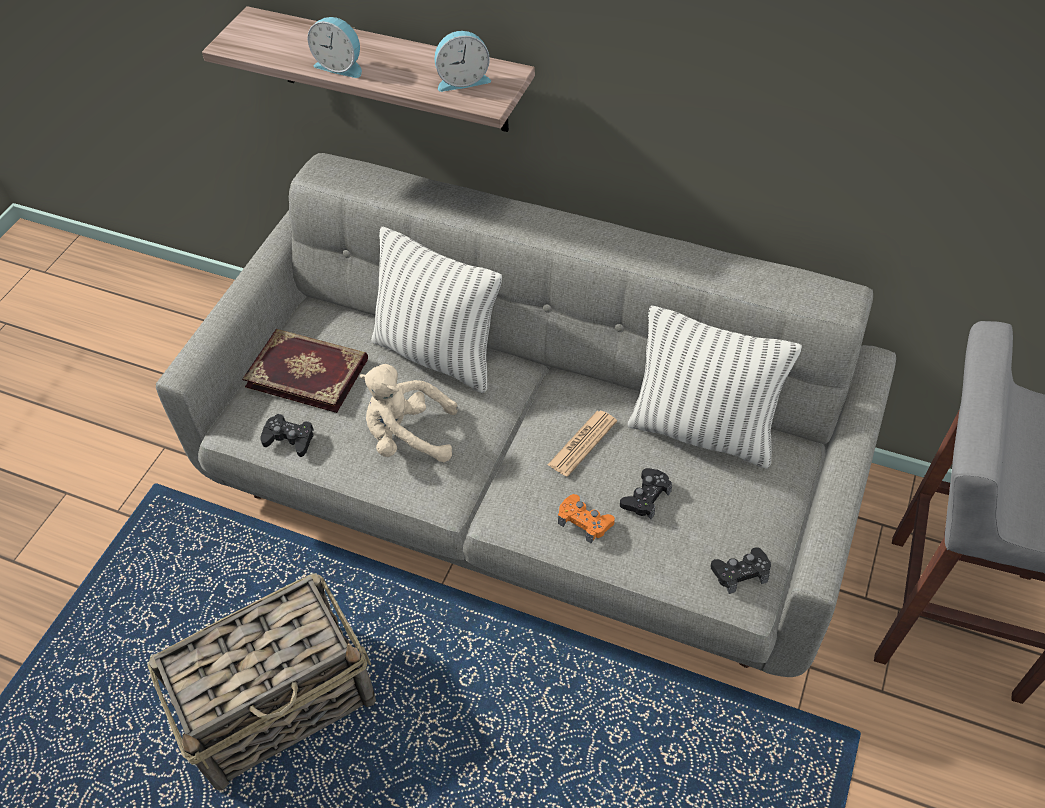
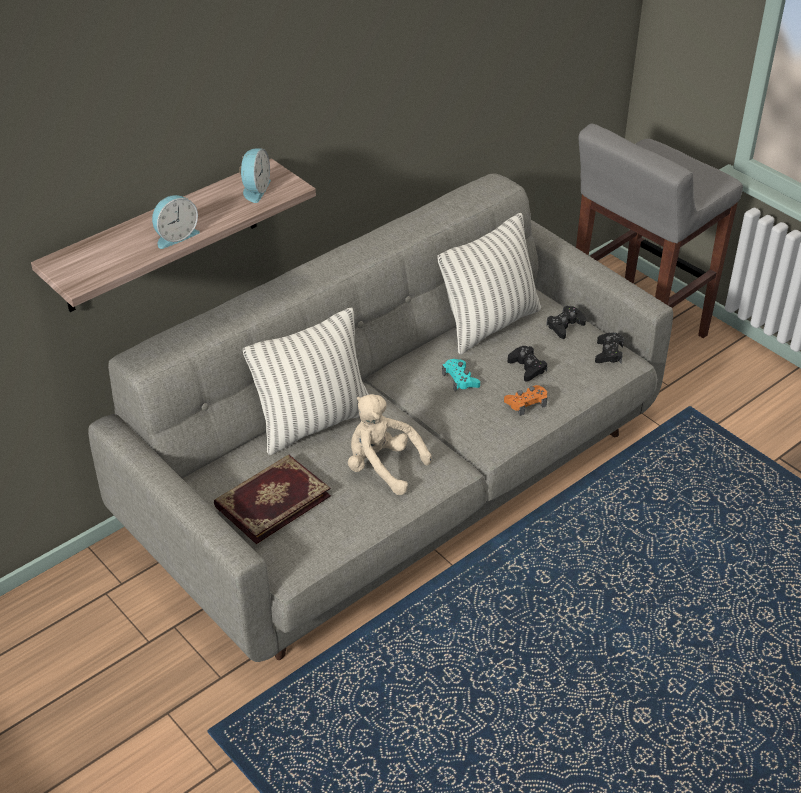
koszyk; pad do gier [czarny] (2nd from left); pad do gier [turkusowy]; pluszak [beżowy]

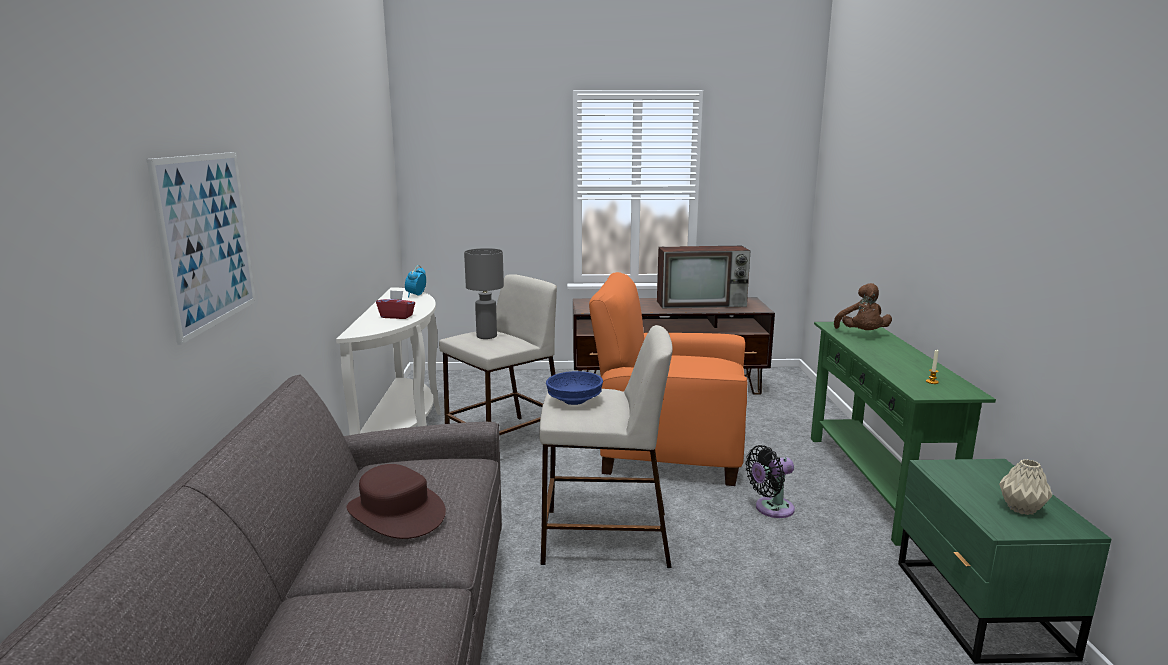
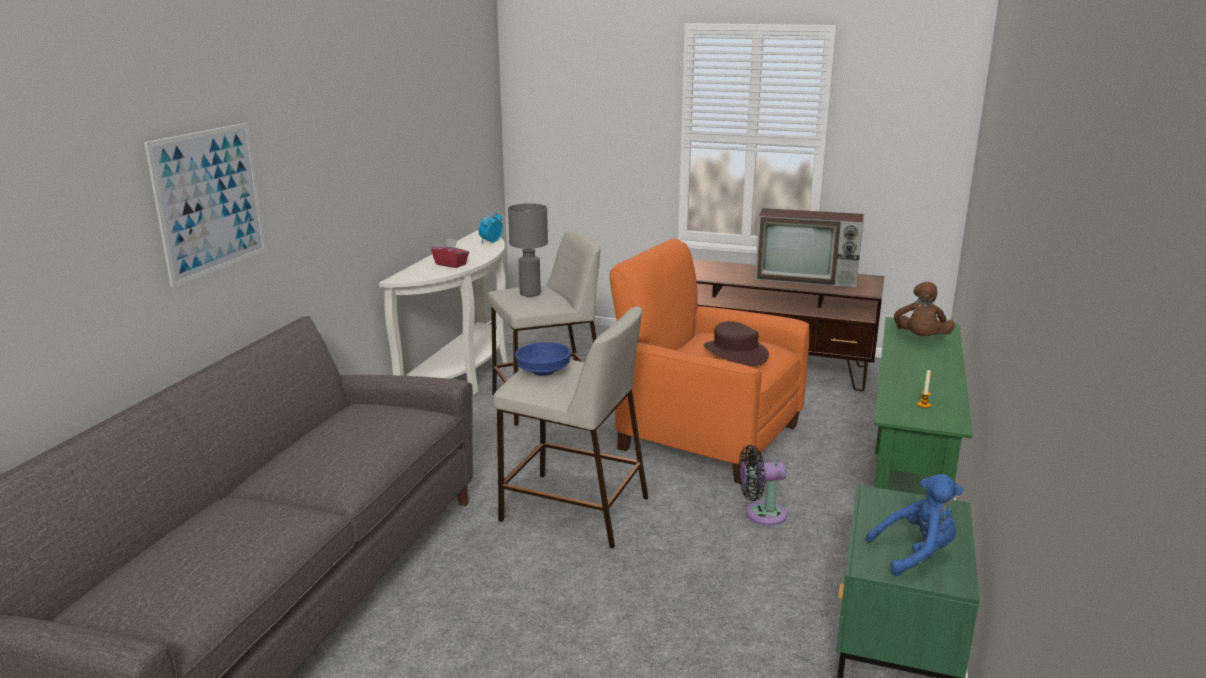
kapelusz [brązowy]; pluszak [niebieski]

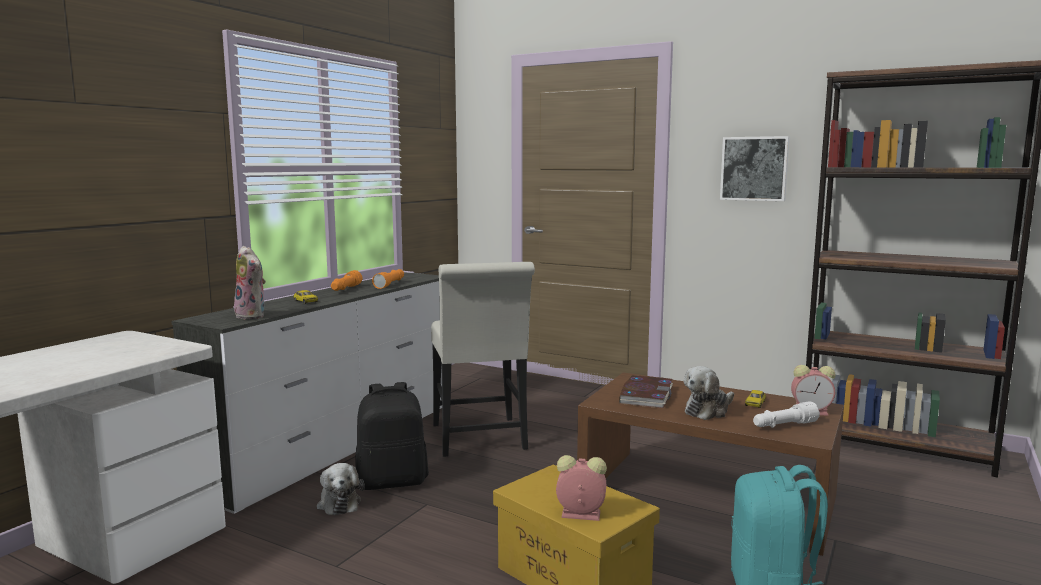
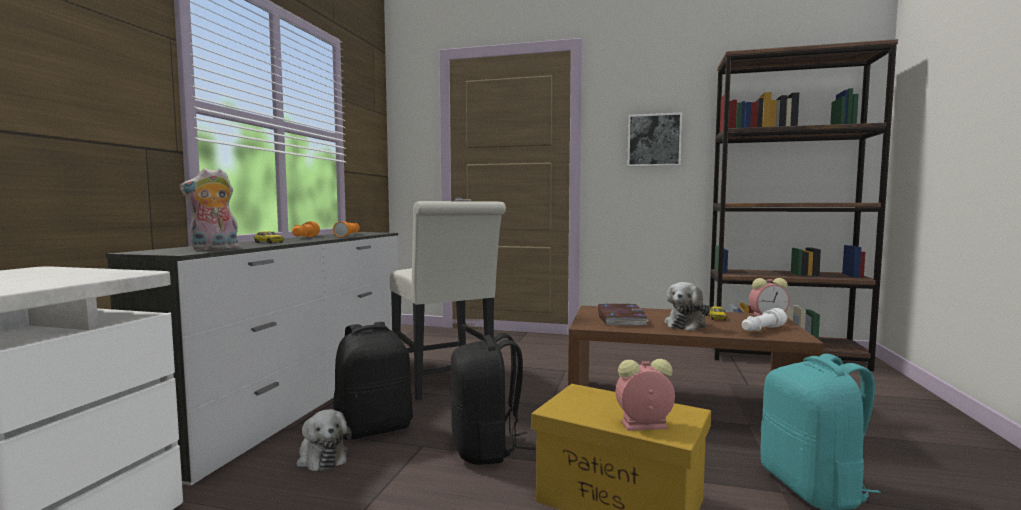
plecak [czarny] (2nd from left); pluszak (1st from left)

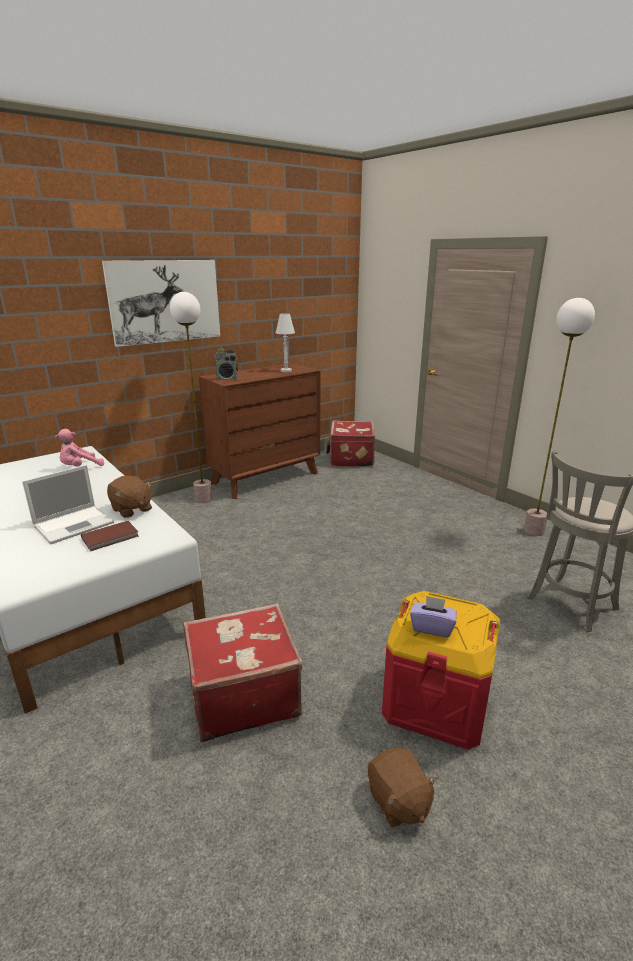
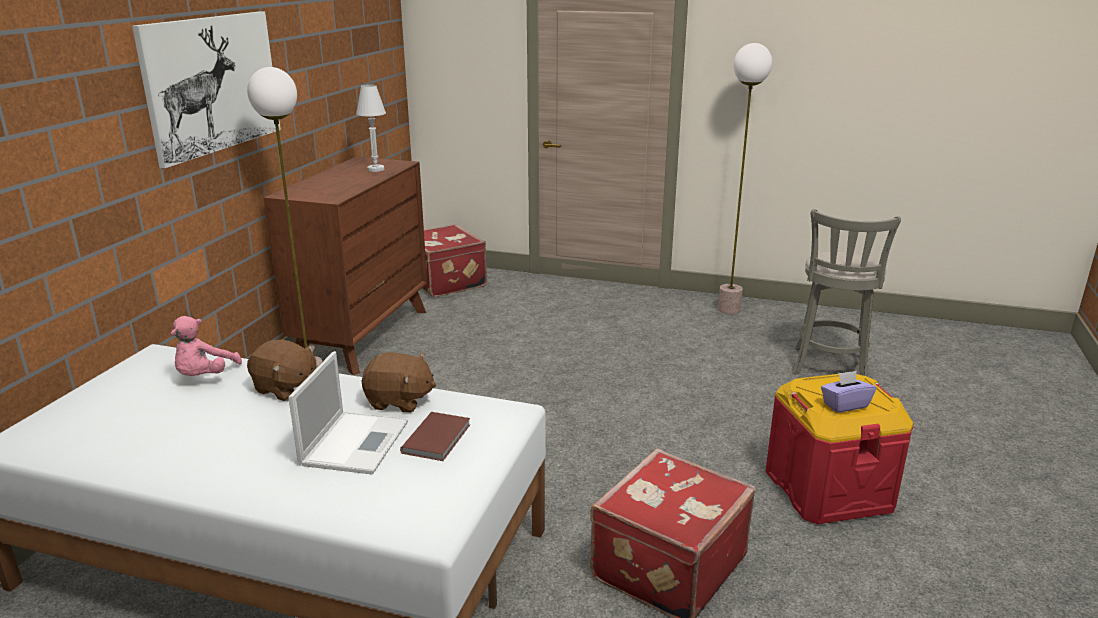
radio; pluszak [brązowy] (1st from left)

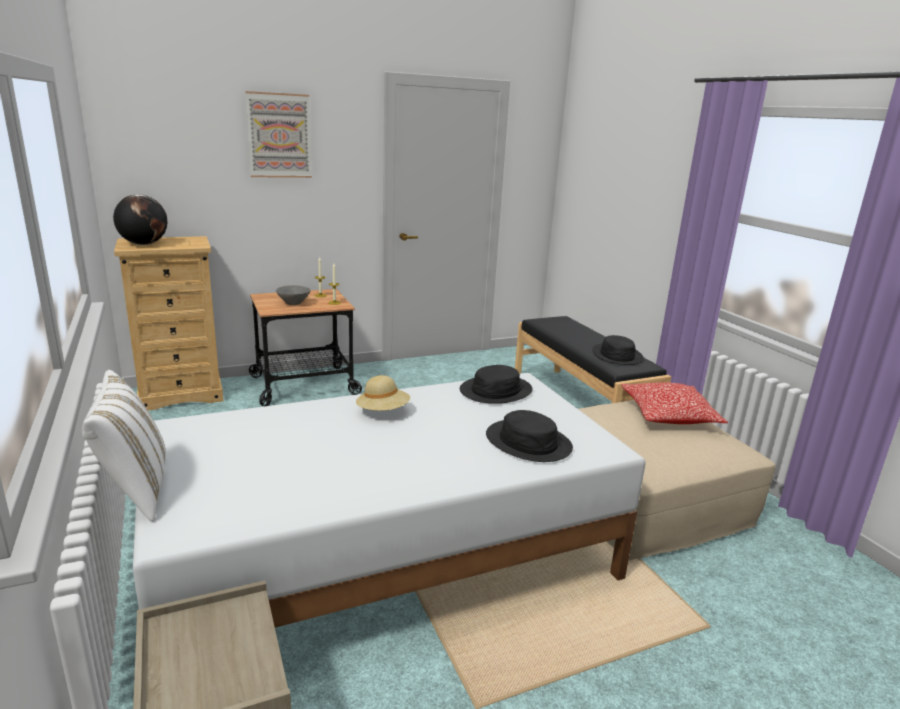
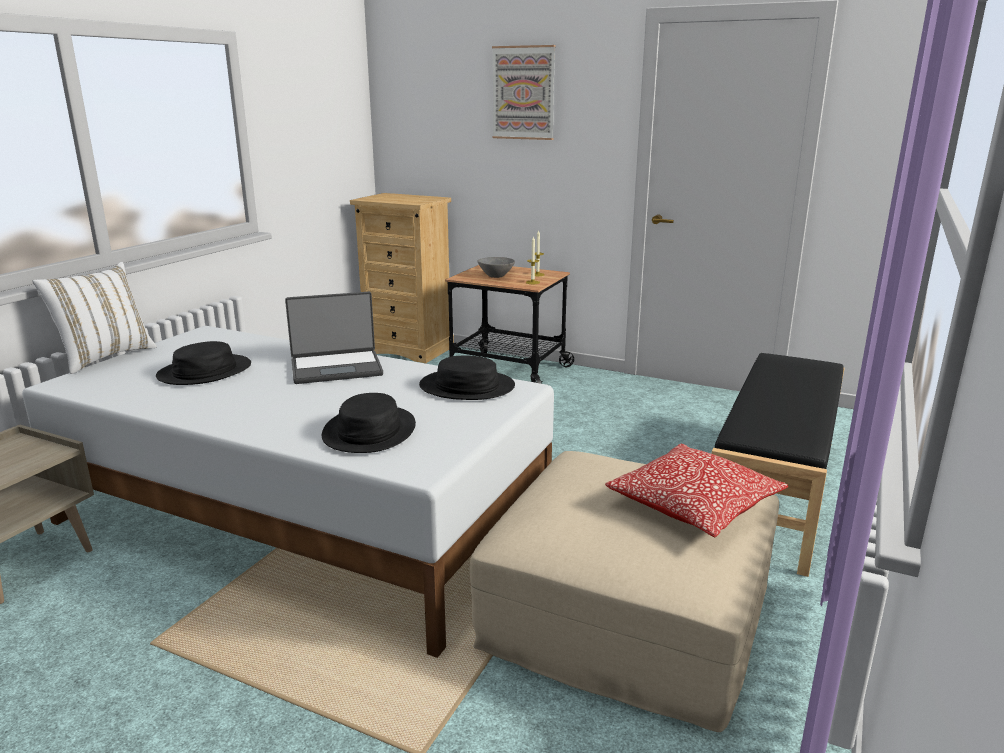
globus; kapelusz [czarny] (1st from left); laptop

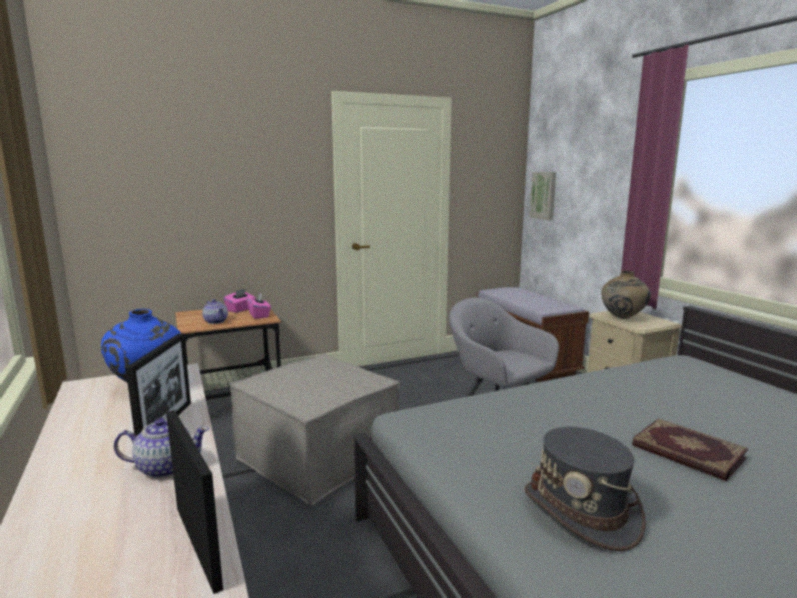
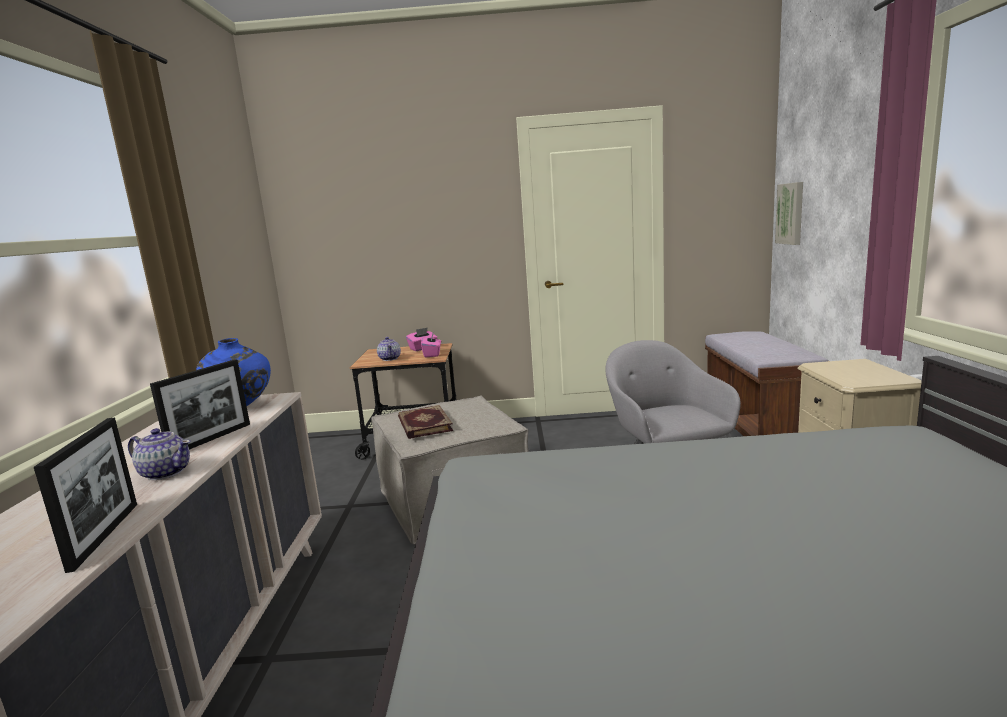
kapelusz [szary]; wazon [beżowy]; książka

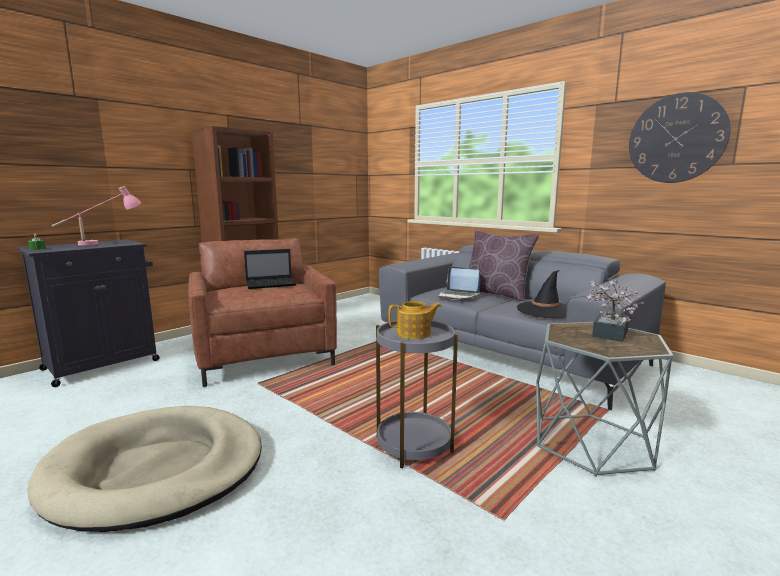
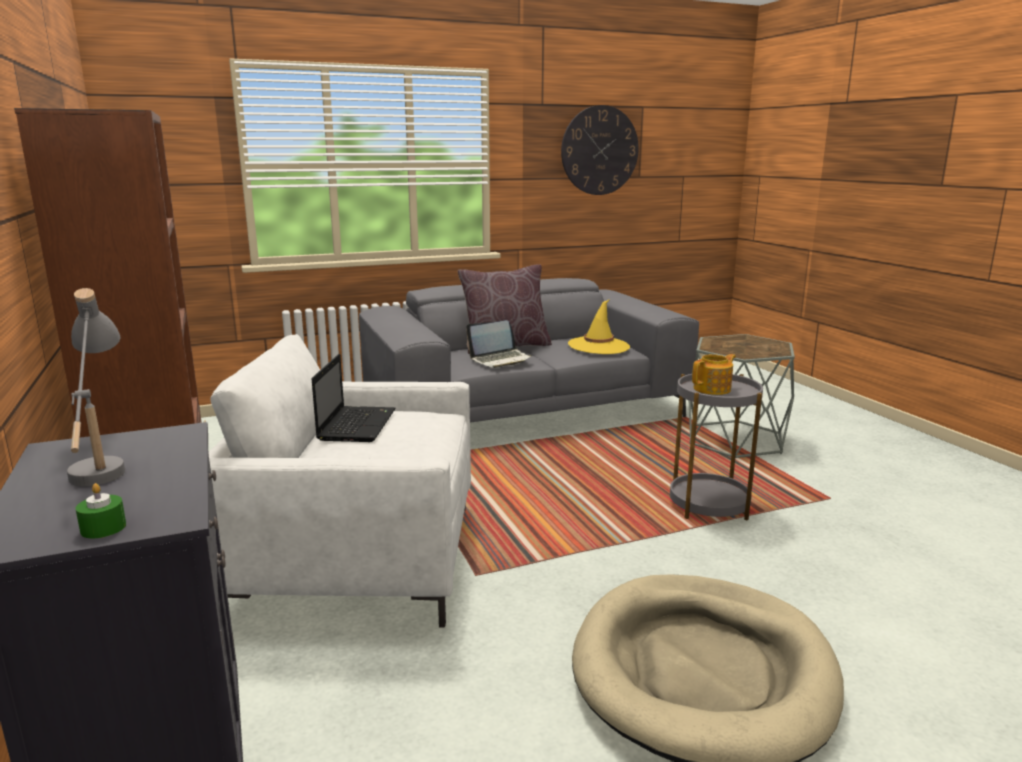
roślina doniczkowa; lampa stołowa [szary]; fotel [biały]; kapelusz [żółty]; imbryk

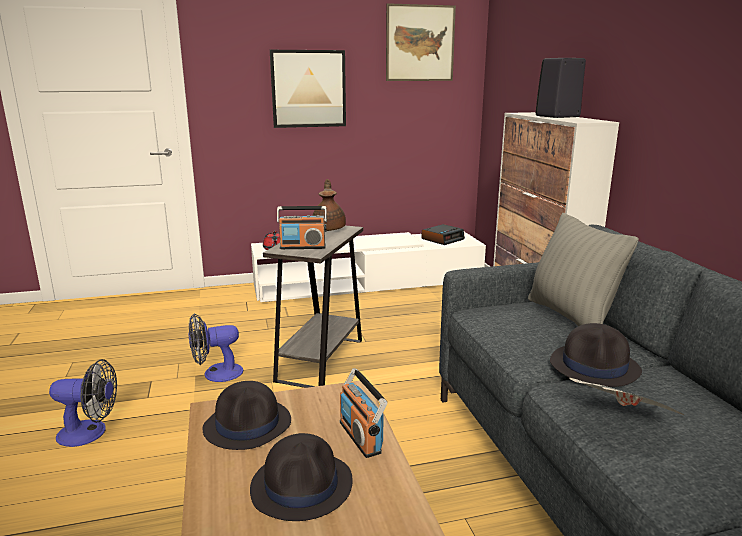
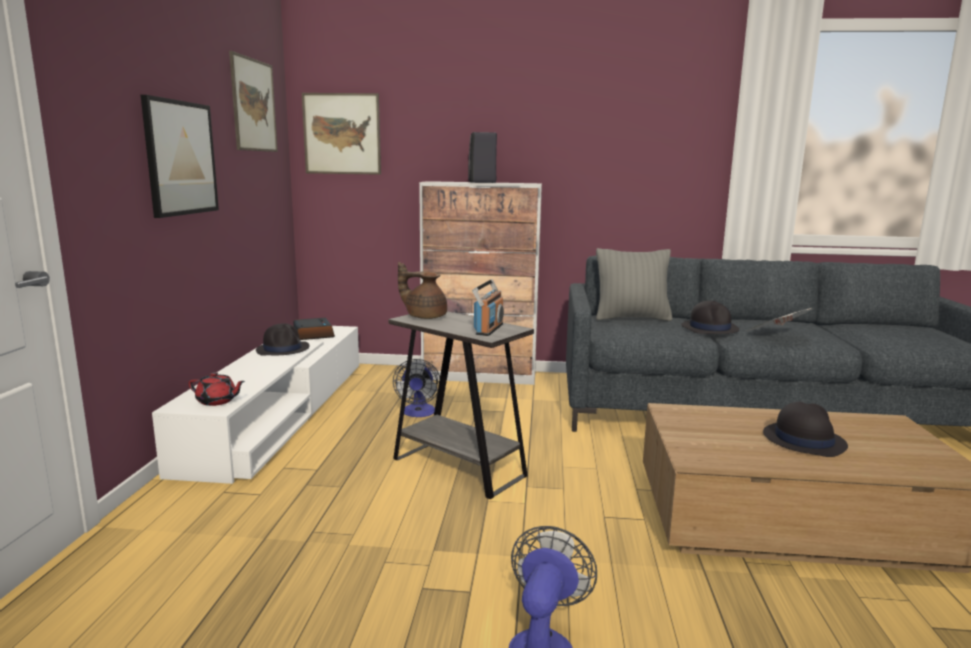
radio (2nd from left in the first image); obraz (3rd from left); wentylator (1st from left); kapelusz [czarny] (1st from left)

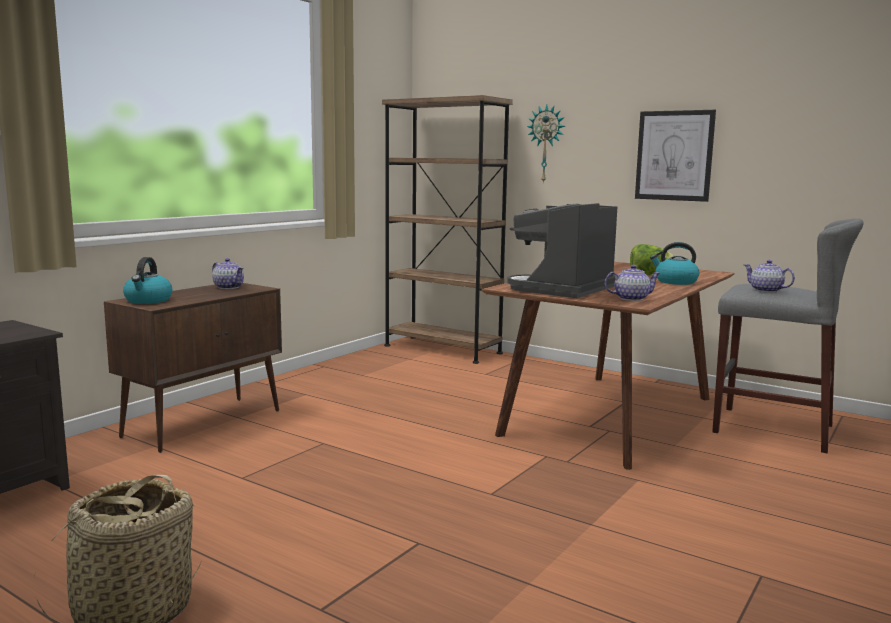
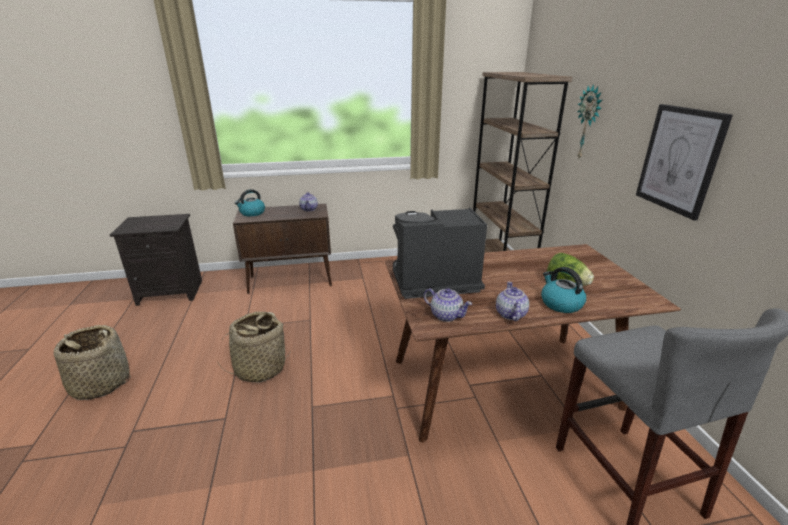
koszyk (2nd from left); imbryk (3rd from left)

